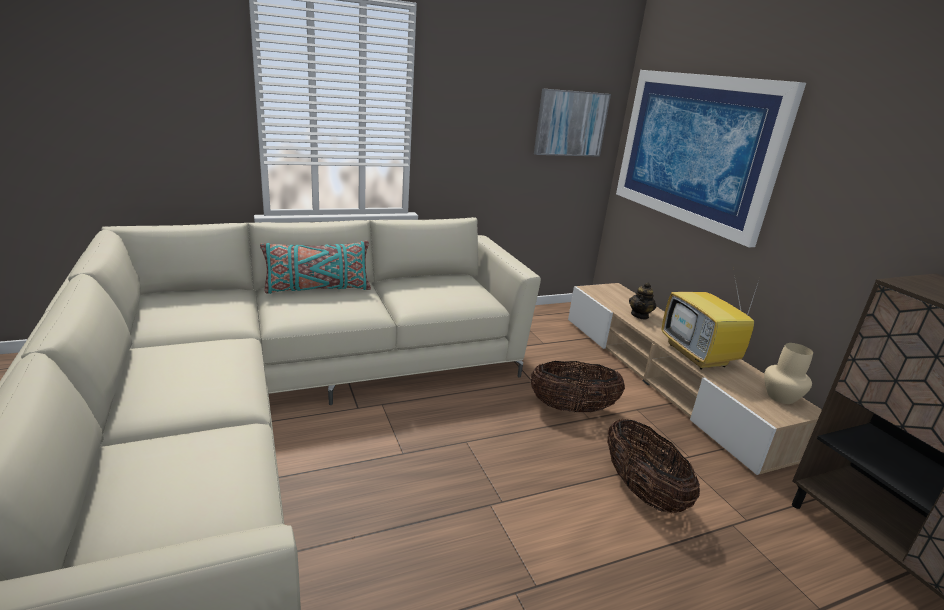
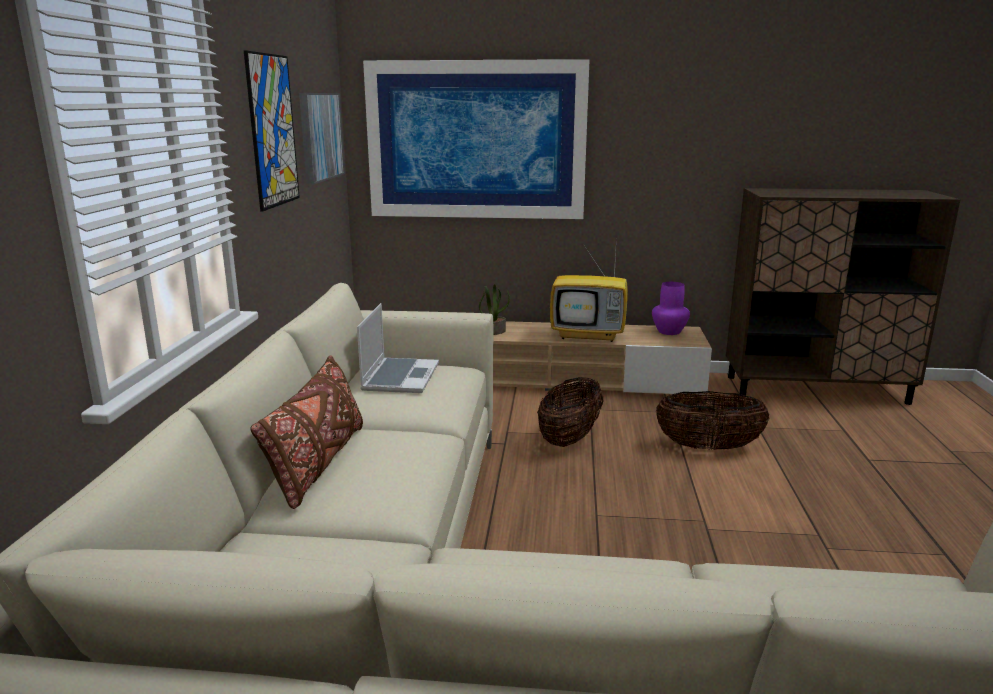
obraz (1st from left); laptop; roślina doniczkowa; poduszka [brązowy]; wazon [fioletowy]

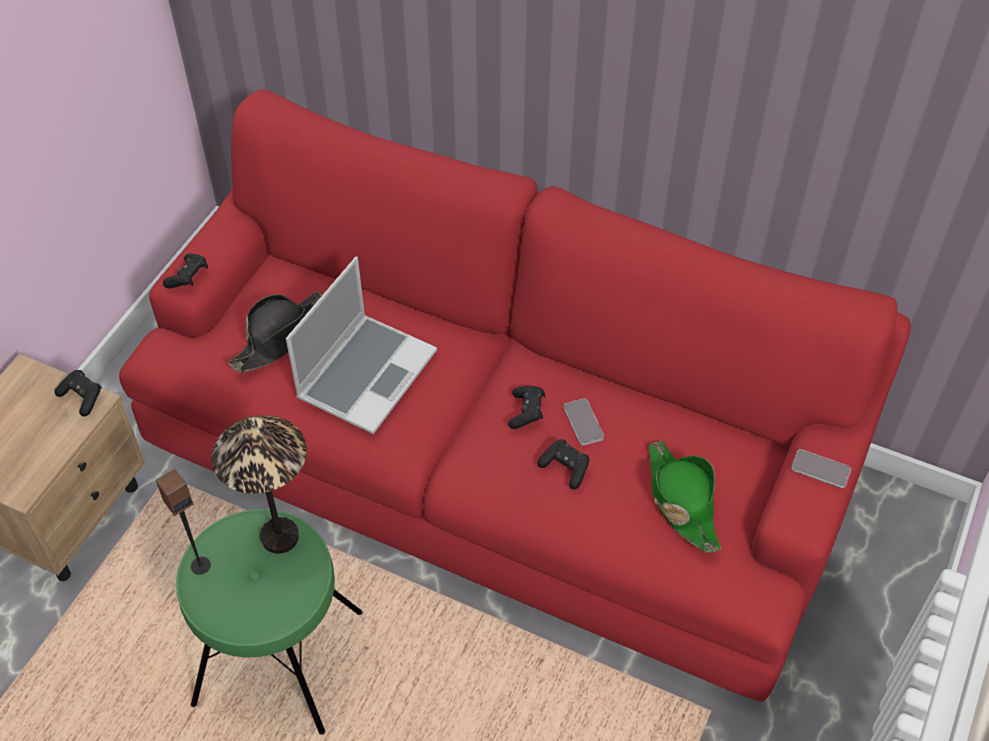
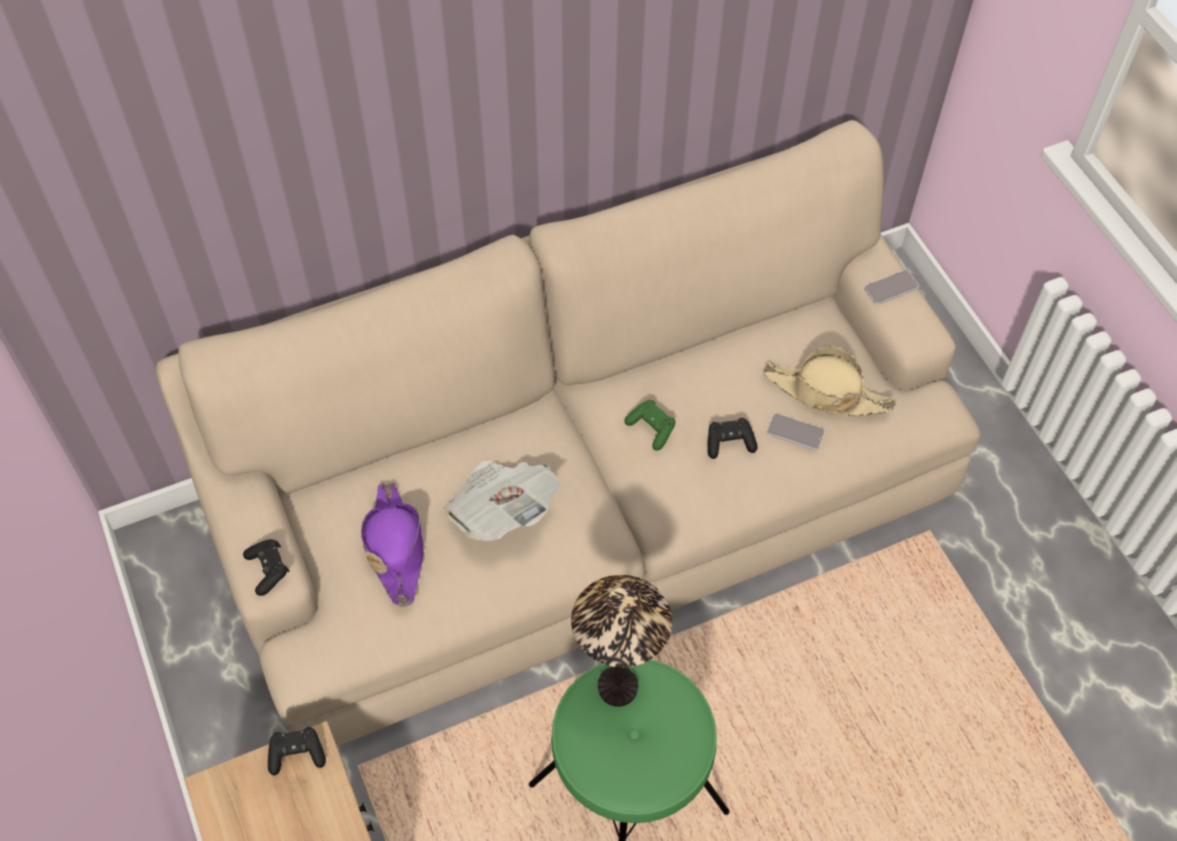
głośnik; telefon (1st from left); gazeta; kanapa [beżowy]; kapelusz [fioletowy]; pad do gier [zielony]; kapelusz [beżowy]

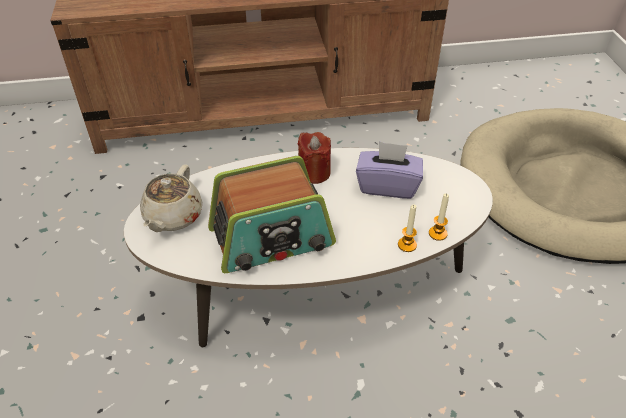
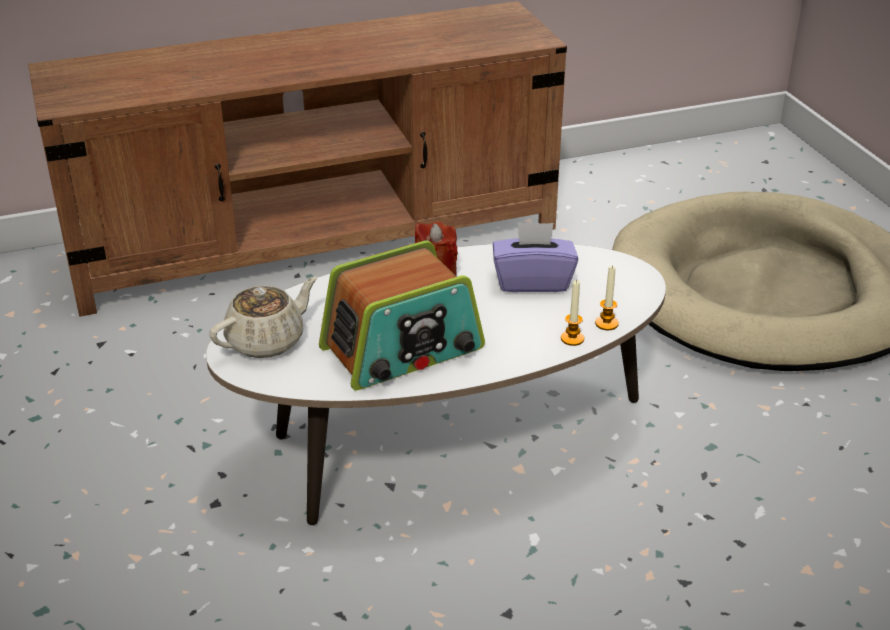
imbryk [beżowy]

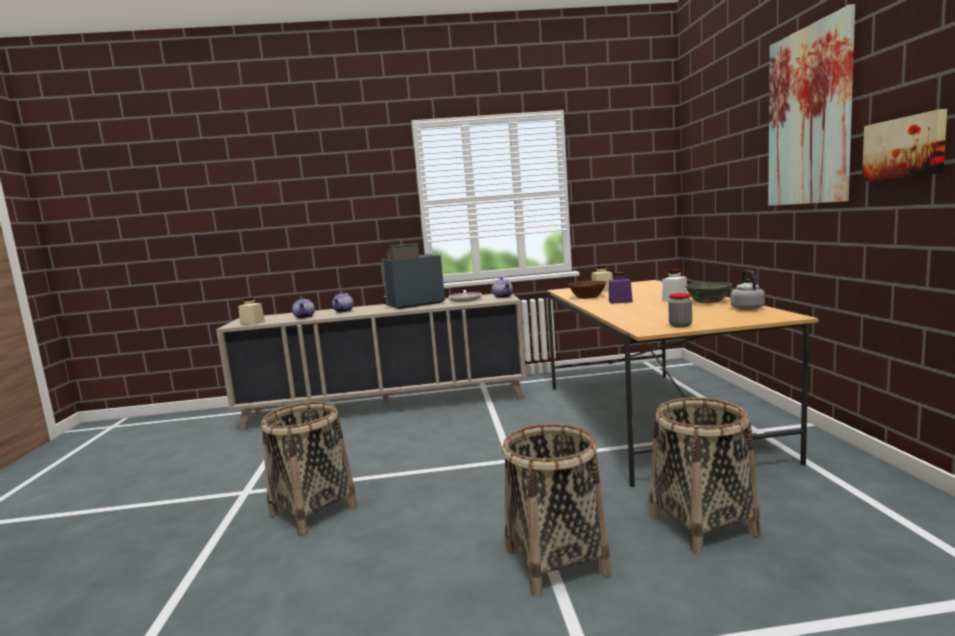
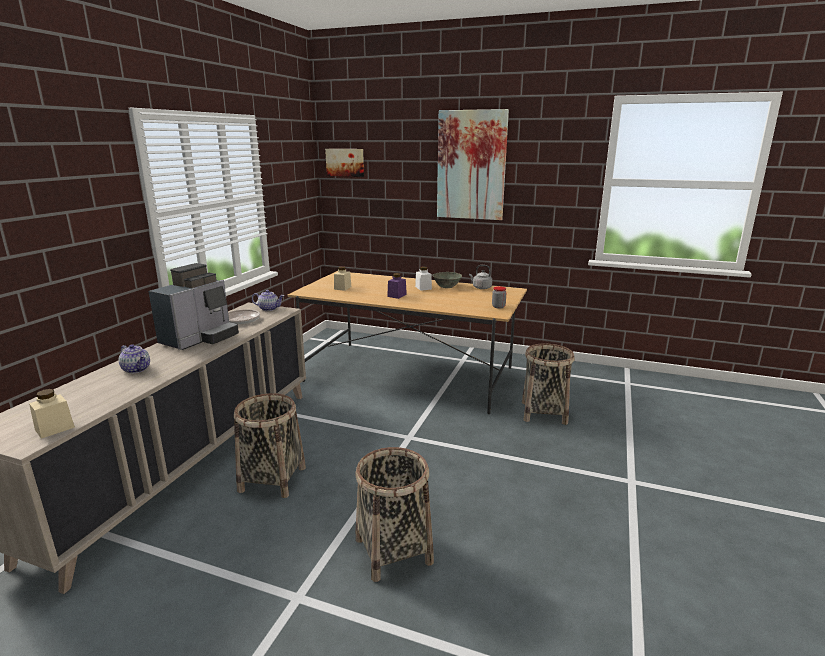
imbryk (1st from left in the first image); miska [brązowy]; koszyk (1st from left); obraz (1st from left); ekspres do kawy

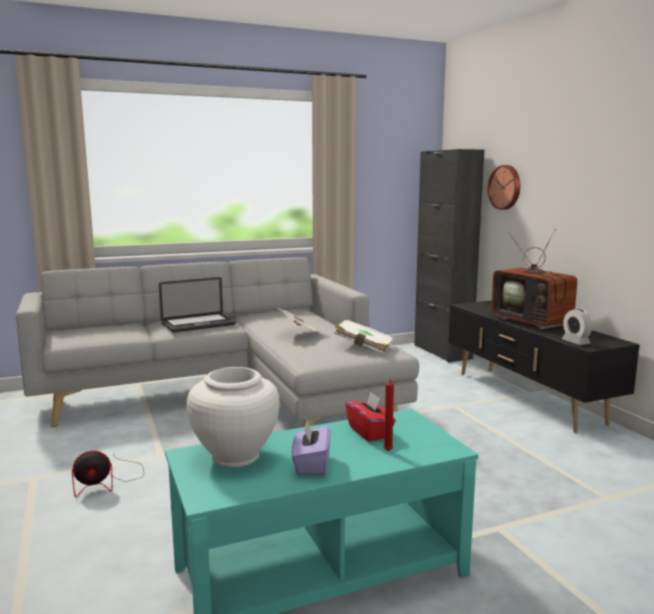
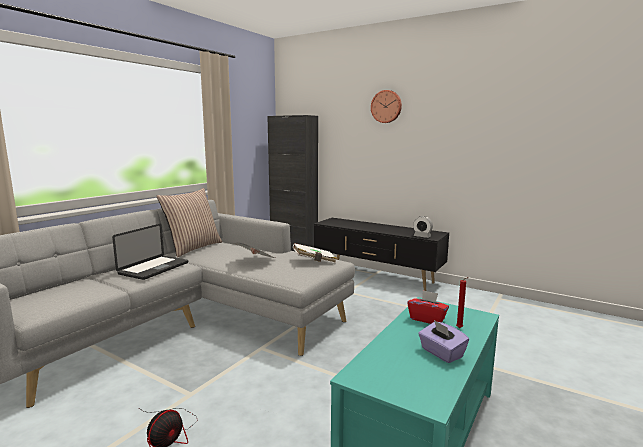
wazon [biały]; telewizor; poduszka; zegar ścienny

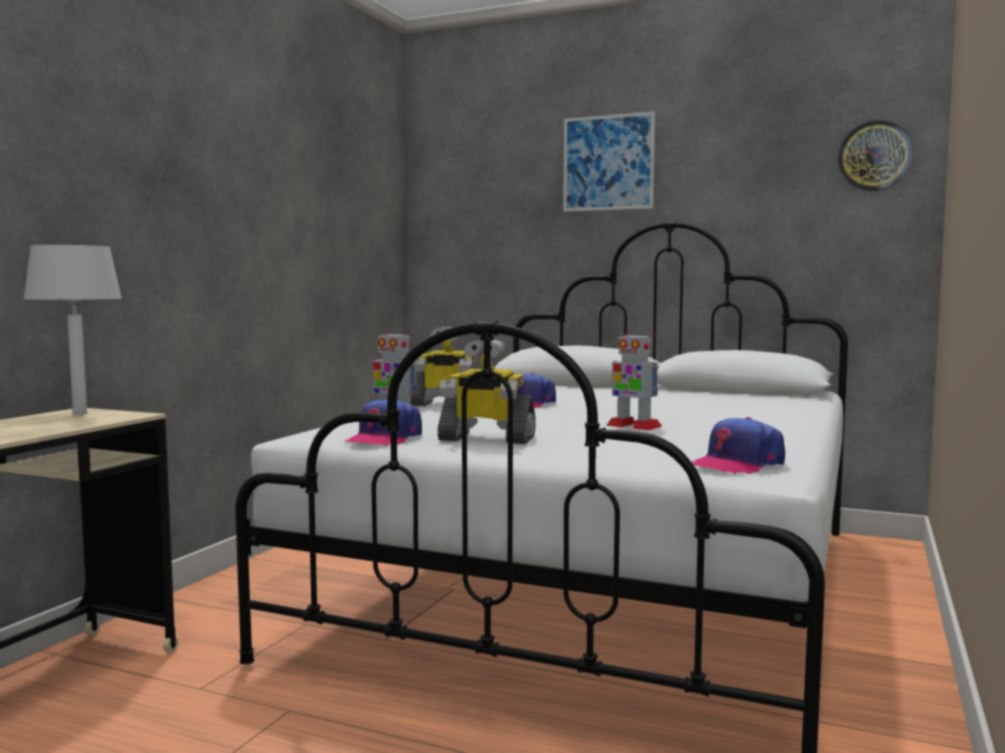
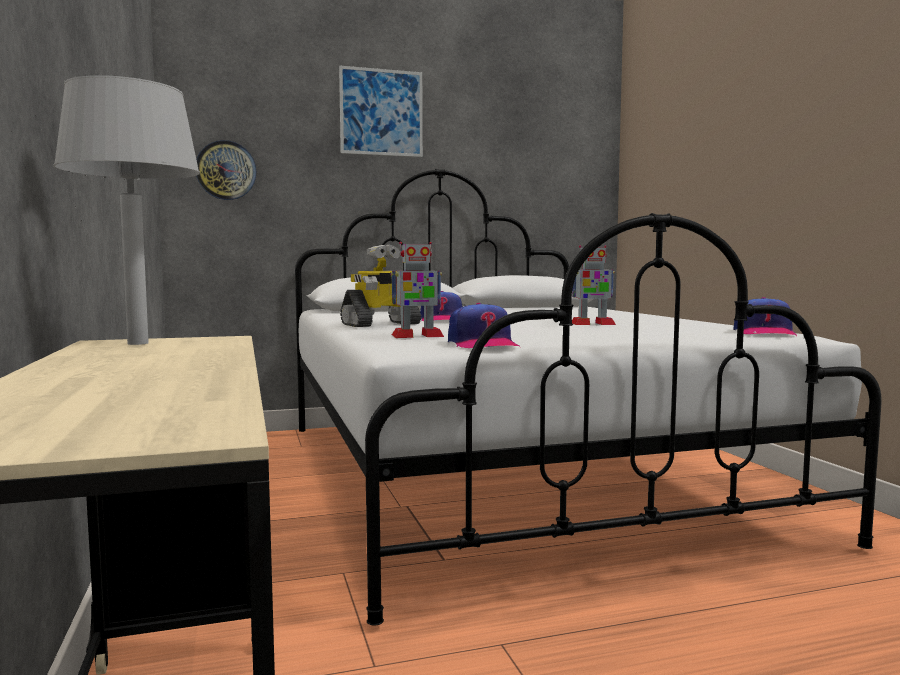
robot zabawkowy (3rd from left in the first image); zegar ścienny

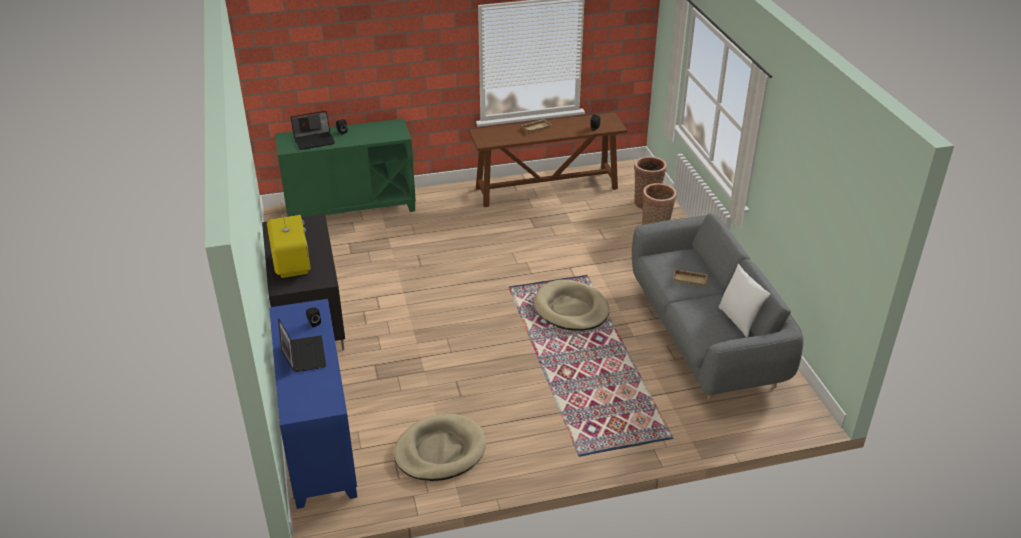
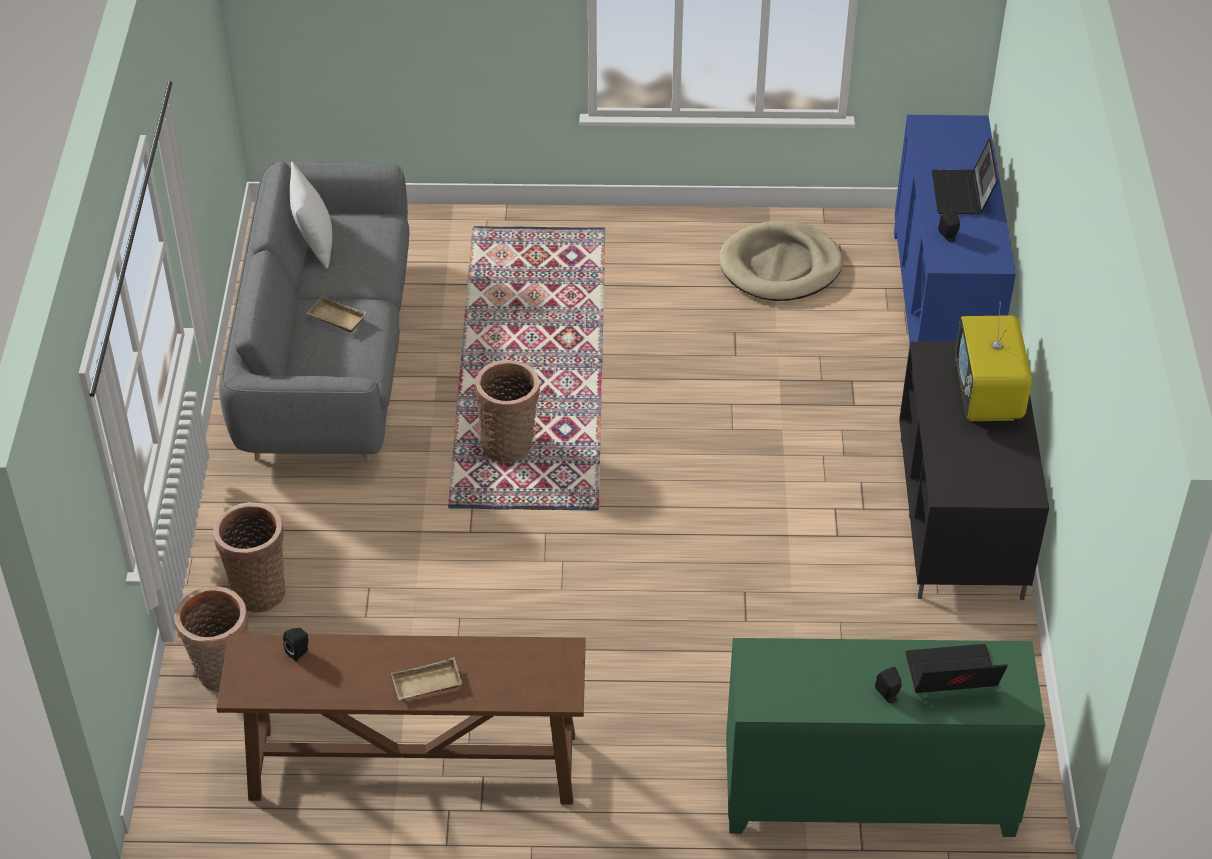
koszyk (3rd from left)

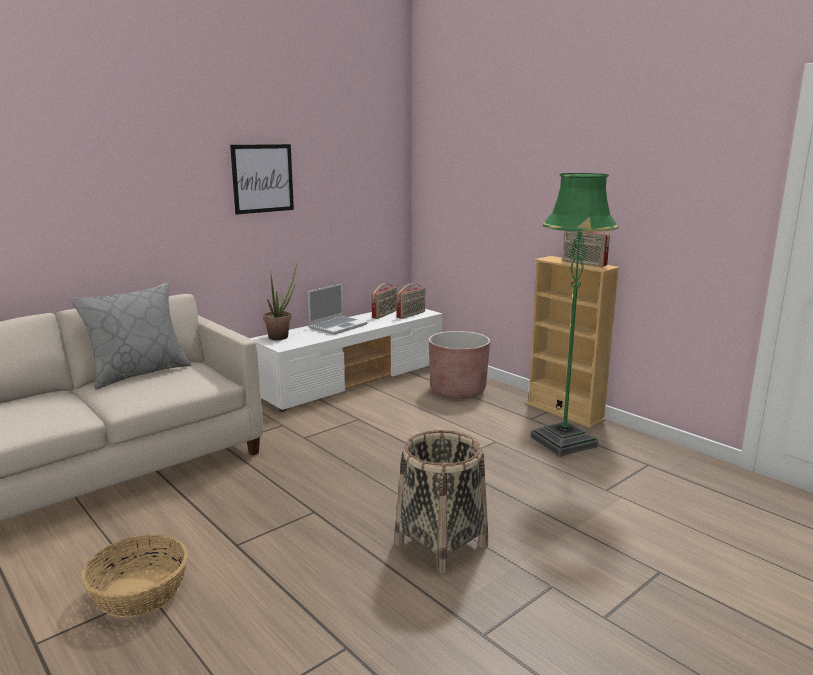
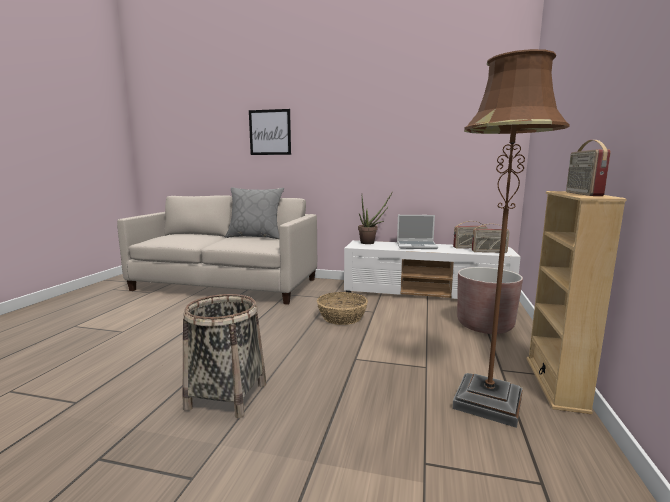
koszyk (2nd from left); obraz; lampa stojąca [brązowy]

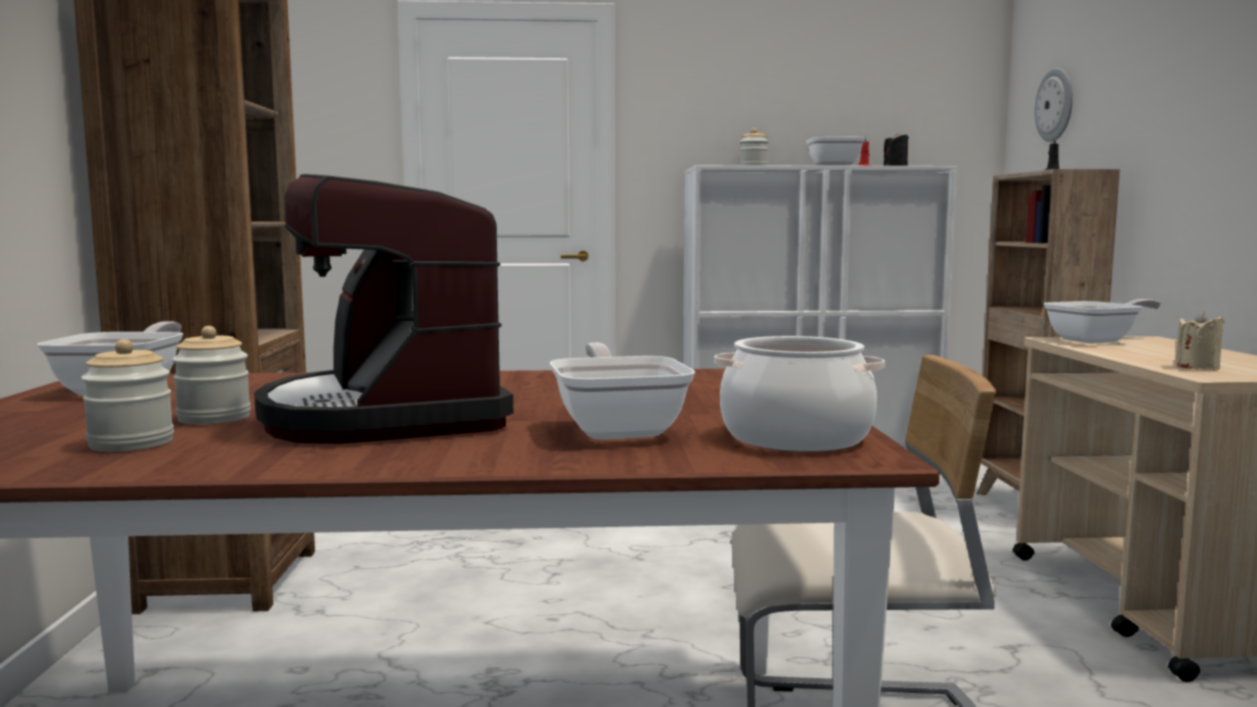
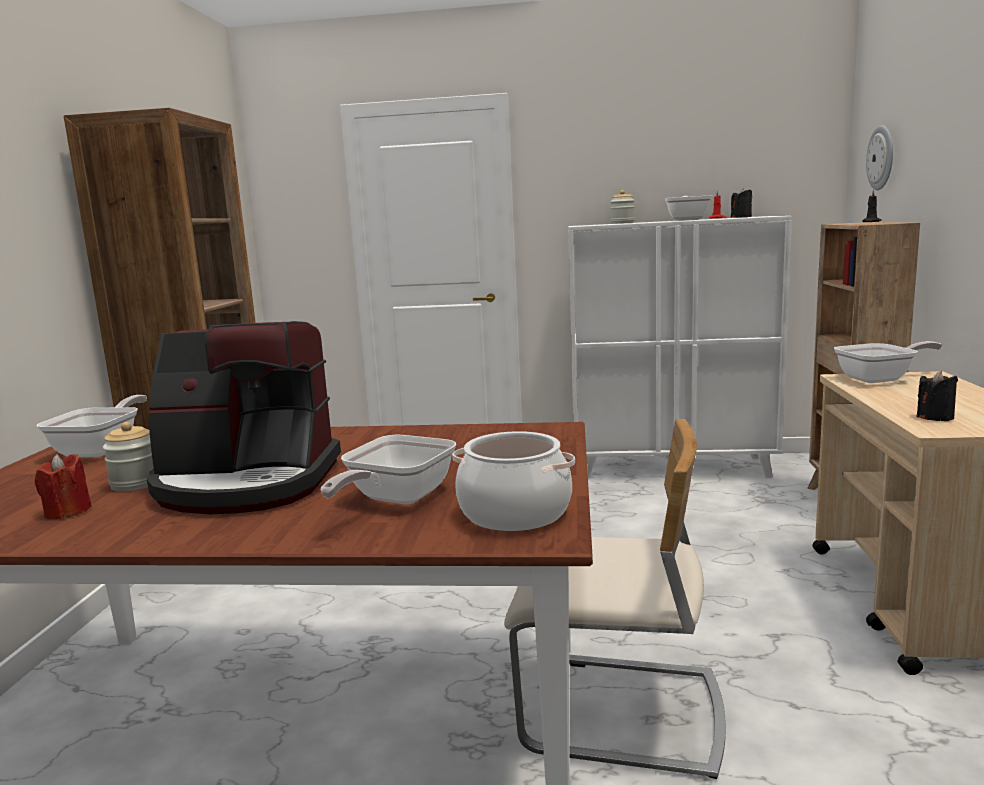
świeca [czerwony] (1st from left); świeca [czarny] (3rd from left); ekspres do kawy; patelnia (2nd from left)

